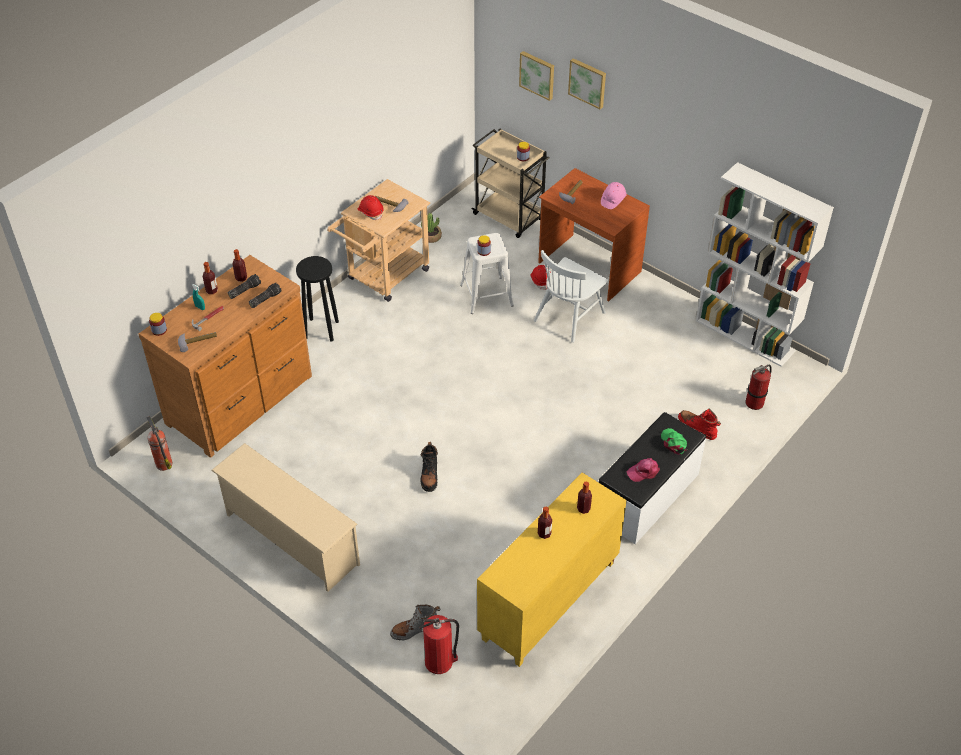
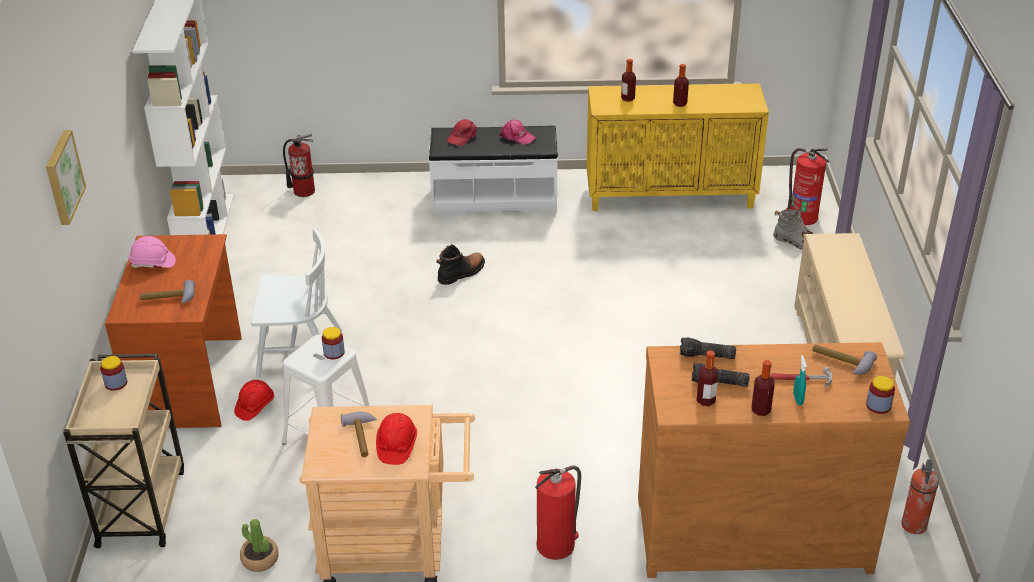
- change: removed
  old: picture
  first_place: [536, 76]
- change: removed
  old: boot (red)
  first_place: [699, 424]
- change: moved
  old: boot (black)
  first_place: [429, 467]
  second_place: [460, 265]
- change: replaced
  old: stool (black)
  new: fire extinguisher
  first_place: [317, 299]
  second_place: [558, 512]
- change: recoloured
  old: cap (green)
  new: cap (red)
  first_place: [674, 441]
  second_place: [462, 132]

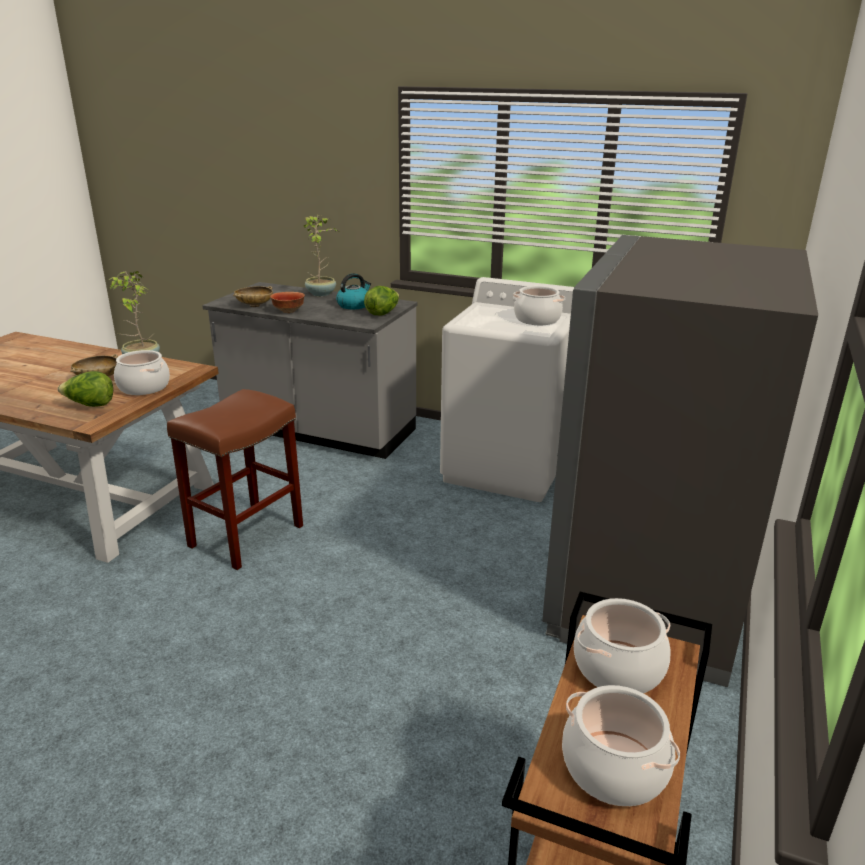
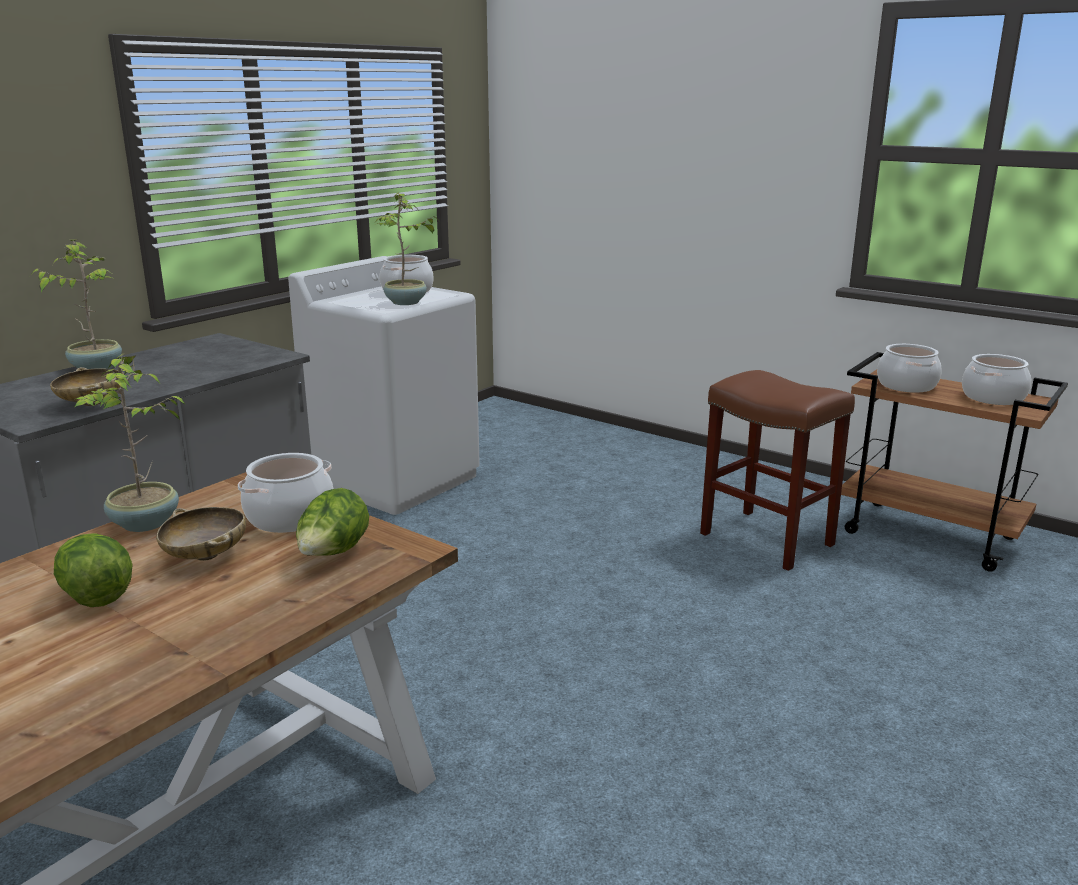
- change: removed
  old: bowl
  first_place: [287, 302]
- change: removed
  old: kettle
  first_place: [353, 291]
- change: removed
  old: fridge (grey)
  first_place: [680, 461]
- change: added
  new: potted plant
  second_place: [407, 249]
- change: moved
  old: stool (brown)
  first_place: [235, 479]
  second_place: [777, 470]
- change: moved
  old: lettuce
  first_place: [381, 301]
  second_place: [93, 570]

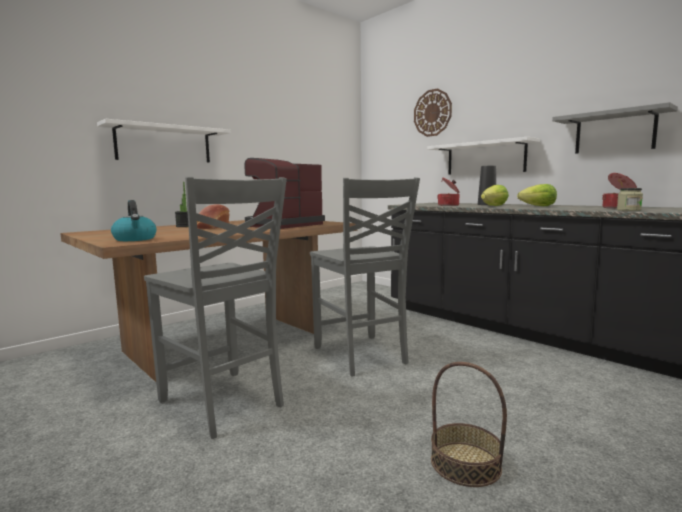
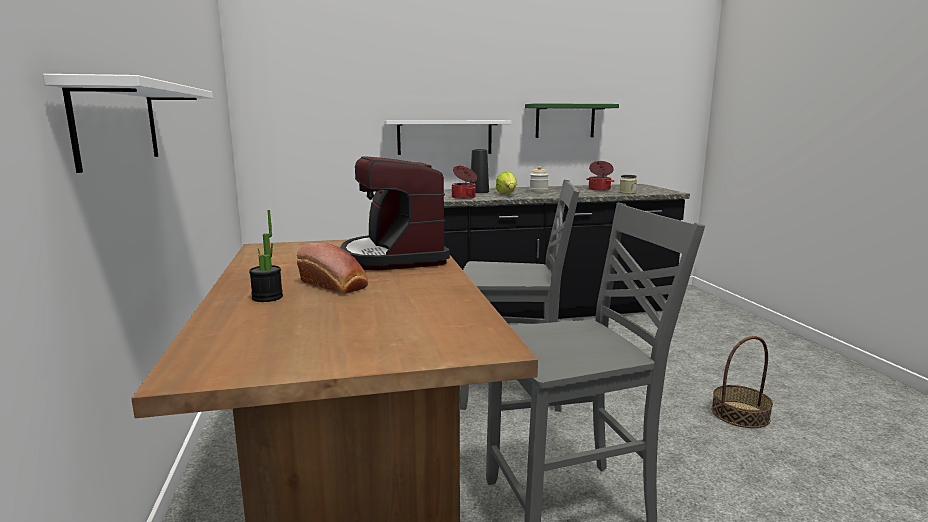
- change: removed
  old: kettle
  first_place: [133, 220]
- change: removed
  old: wall clock
  first_place: [433, 112]
- change: replaced
  old: lettuce
  new: jar
  first_place: [537, 195]
  second_place: [539, 179]
- change: recoloured
  old: shelf (grey)
  new: shelf (green)
  first_place: [615, 128]
  second_place: [572, 120]

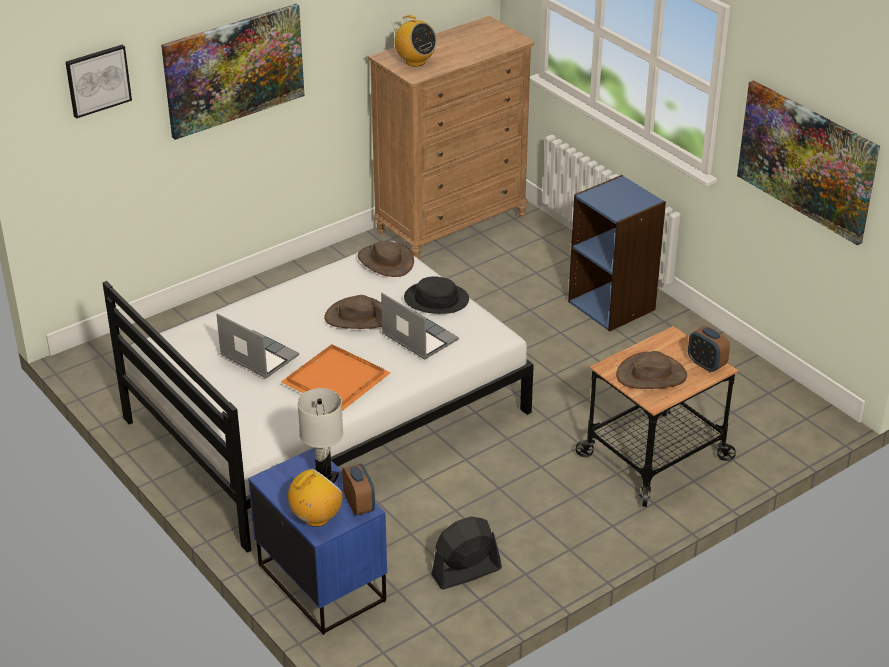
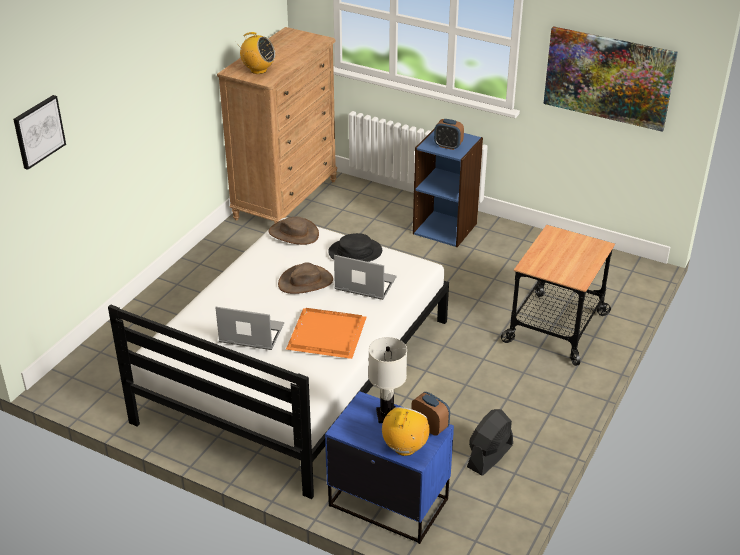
- change: removed
  old: picture
  first_place: [232, 72]
- change: removed
  old: hat (brown)
  first_place: [651, 370]
- change: moved
  old: alarm clock
  first_place: [709, 349]
  second_place: [449, 134]

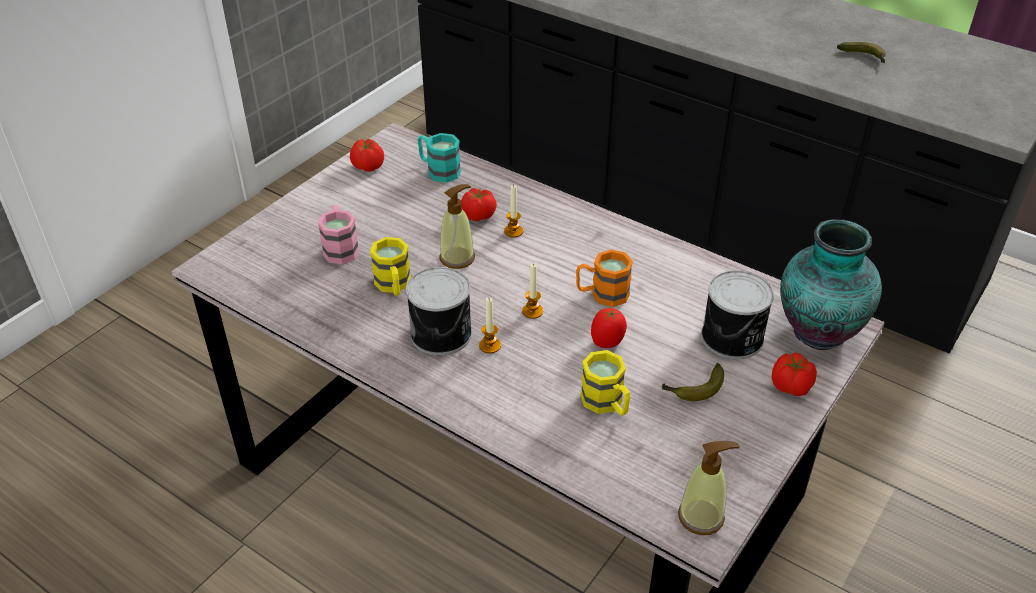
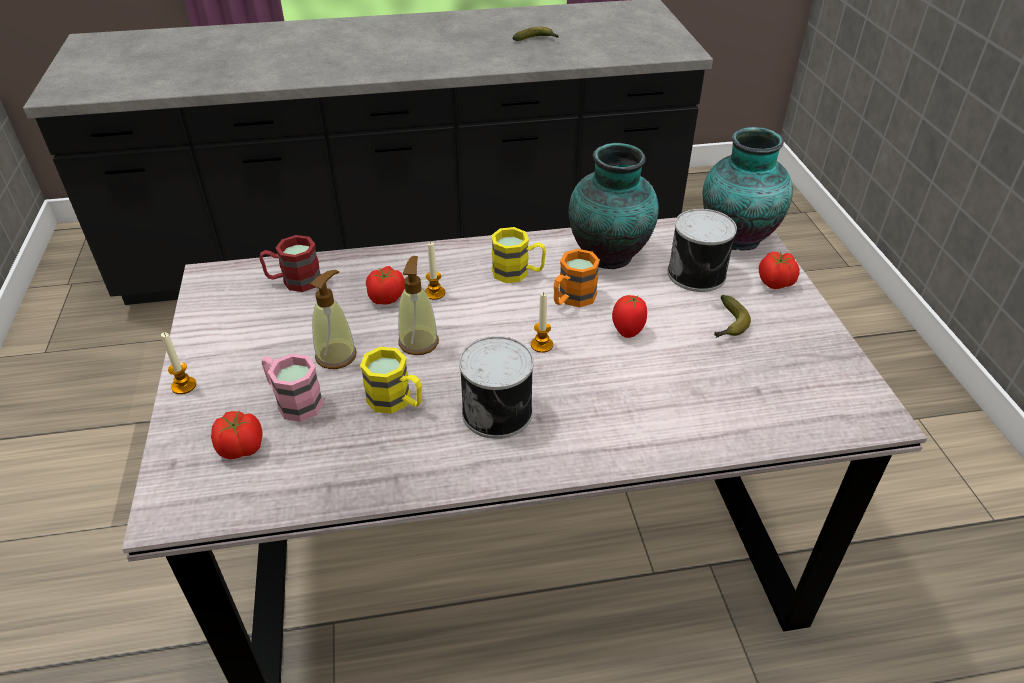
- change: added
  new: vase
  second_place: [613, 206]
- change: moved
  old: tomato
  first_place: [367, 155]
  second_place: [237, 435]
- change: moved
  old: candle
  first_place: [490, 325]
  second_place: [178, 363]
- change: moved
  old: mug (yellow)
  first_place: [605, 383]
  second_place: [518, 255]
- change: moved
  old: soap dispenser
  first_place: [709, 488]
  second_place: [333, 319]
- change: recoloured
  old: mug (turquoise)
  new: mug (red)
  first_place: [439, 158]
  second_place: [290, 263]

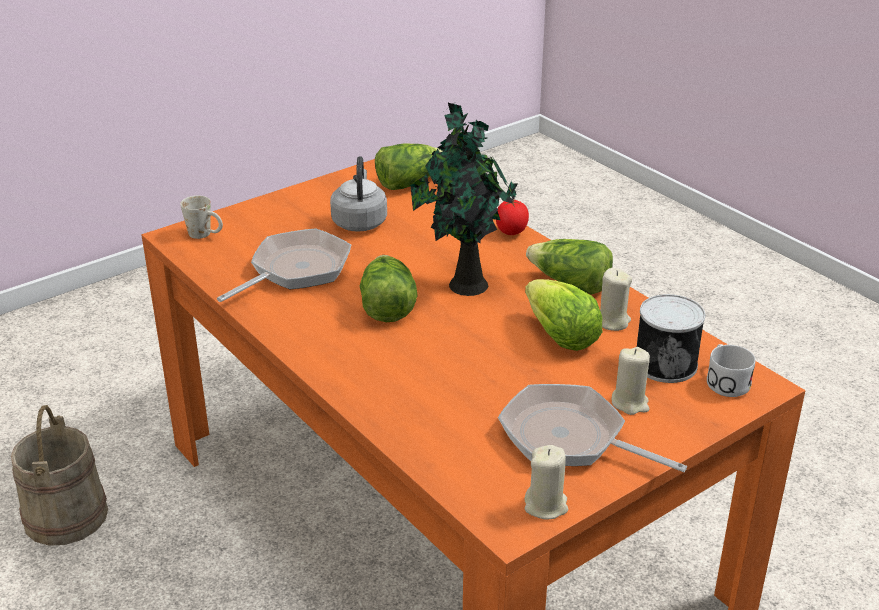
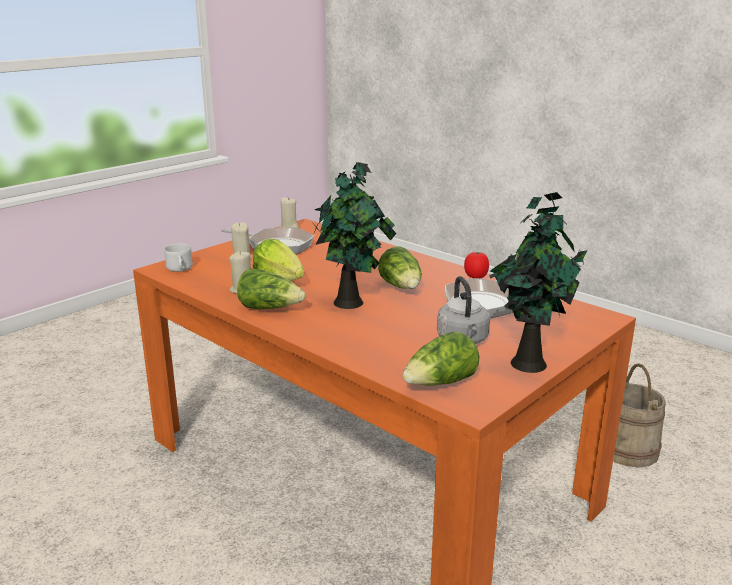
- change: removed
  old: mug (white)
  first_place: [201, 217]
- change: removed
  old: can
  first_place: [671, 338]
- change: added
  new: potted plant
  second_place: [538, 282]
- change: moved
  old: tomato
  first_place: [512, 217]
  second_place: [476, 265]

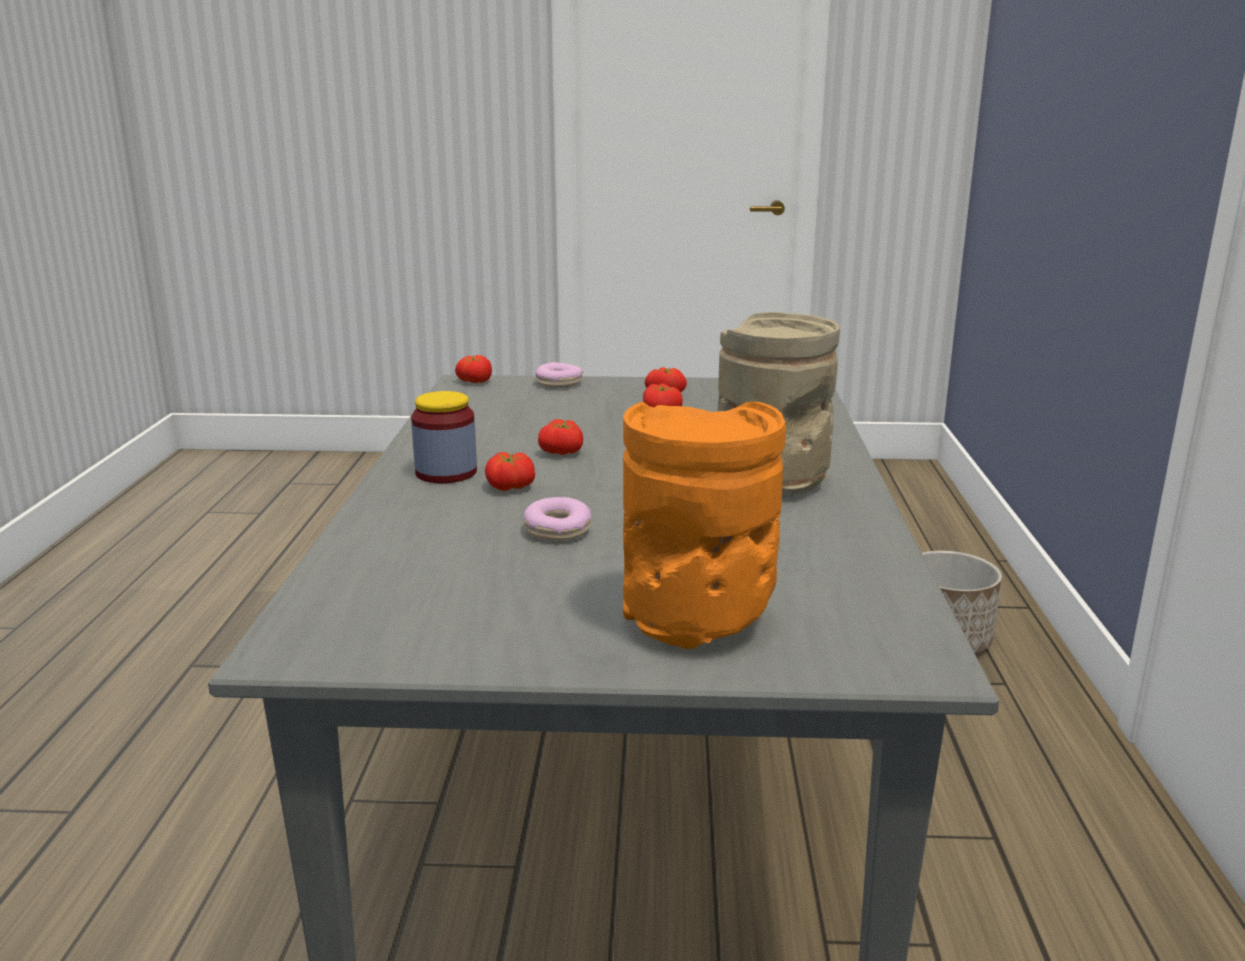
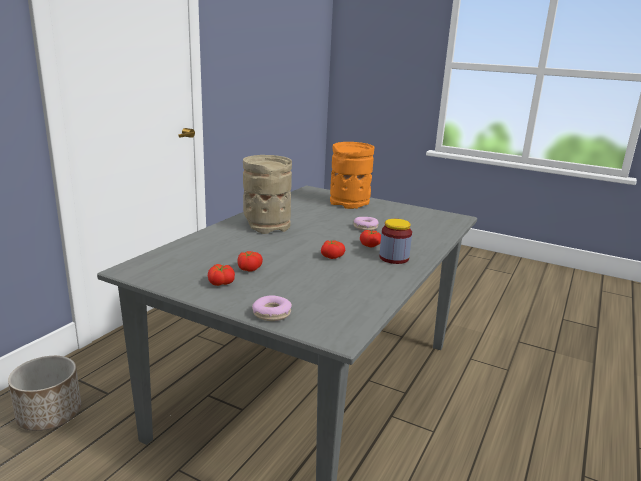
- change: removed
  old: tomato
  first_place: [473, 369]

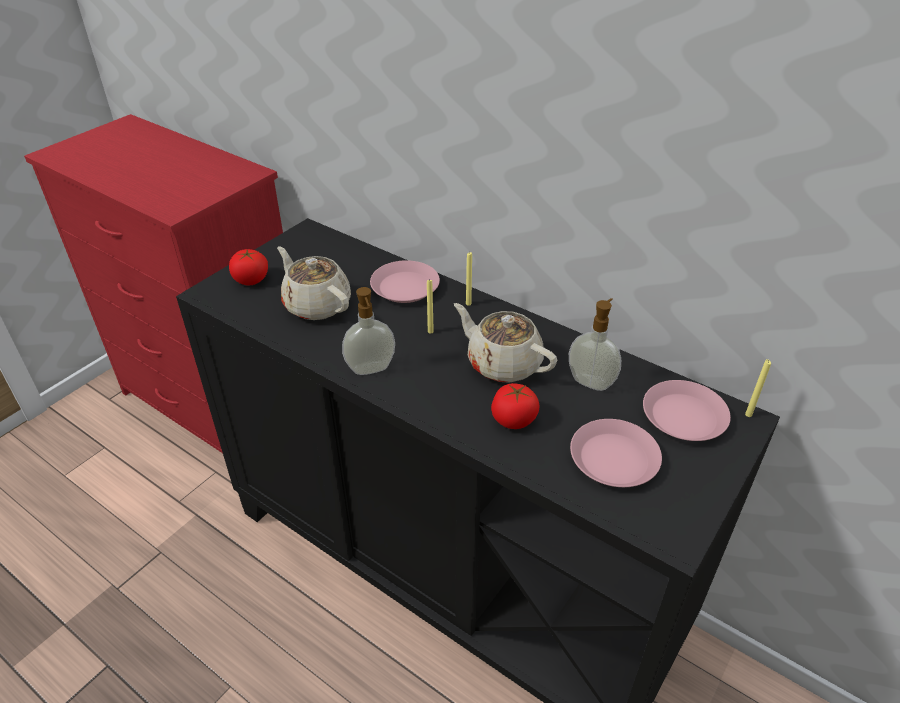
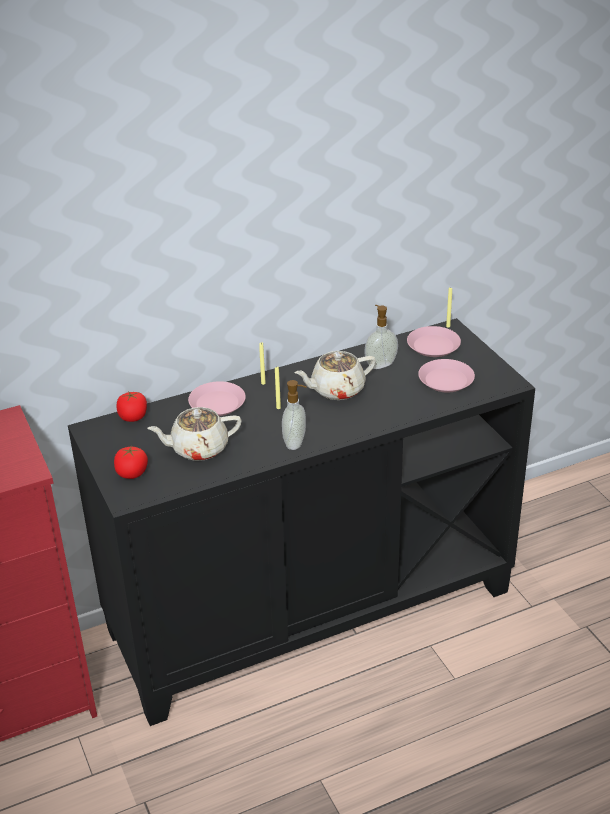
- change: moved
  old: tomato
  first_place: [515, 406]
  second_place: [132, 406]

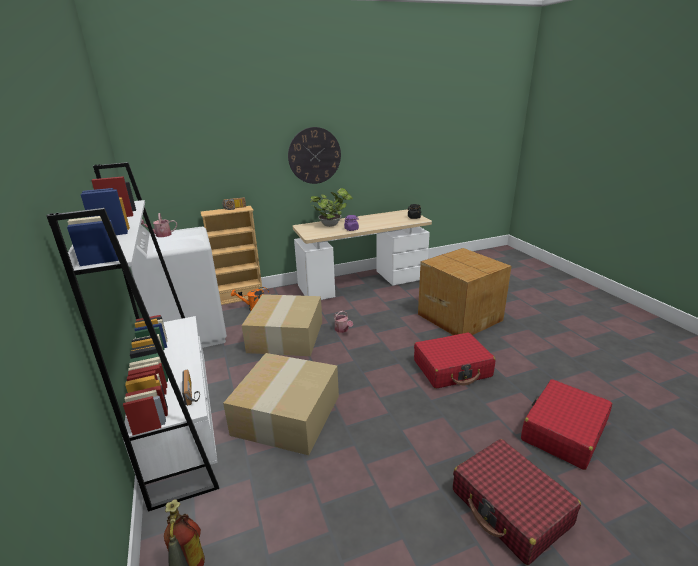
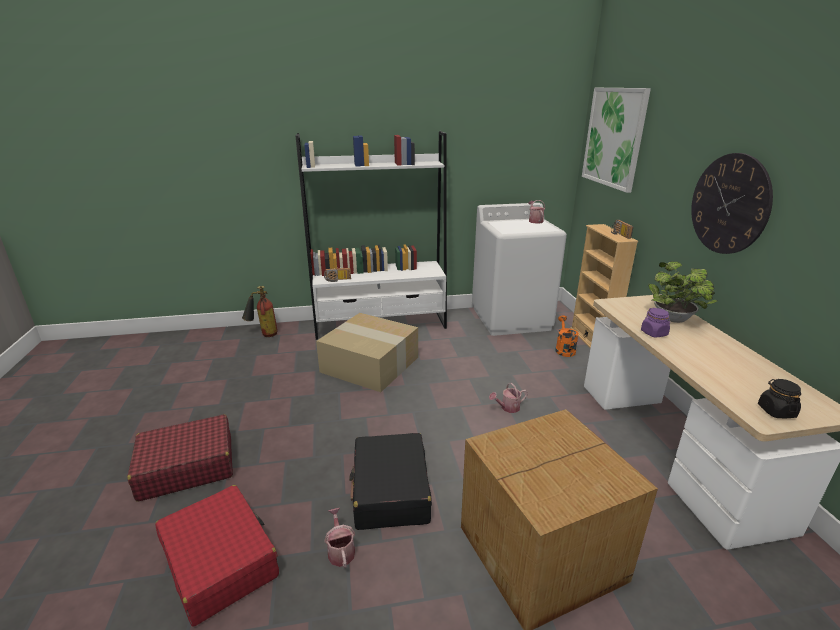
- change: removed
  old: cardboard box
  first_place: [282, 325]
- change: added
  new: watering can
  second_place: [339, 538]
- change: added
  new: picture
  second_place: [616, 140]
- change: recoloured
  old: suitcase (red)
  new: suitcase (black)
  first_place: [454, 361]
  second_place: [390, 481]

